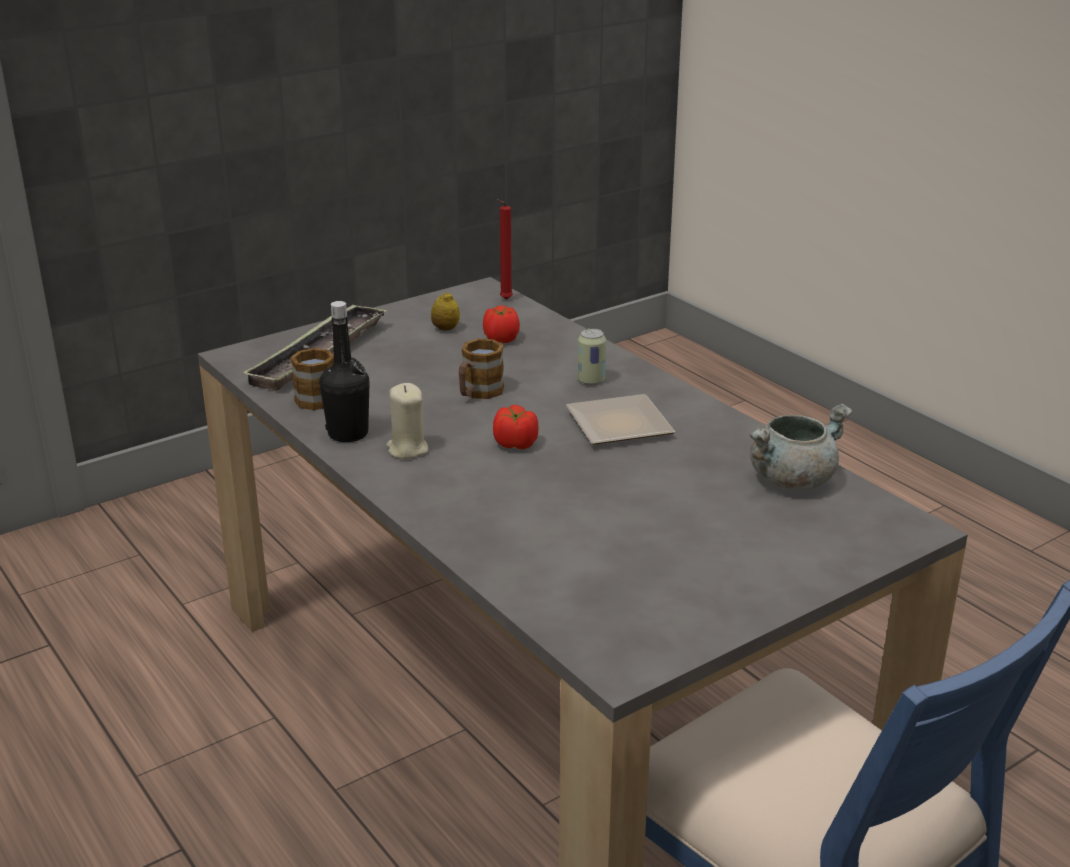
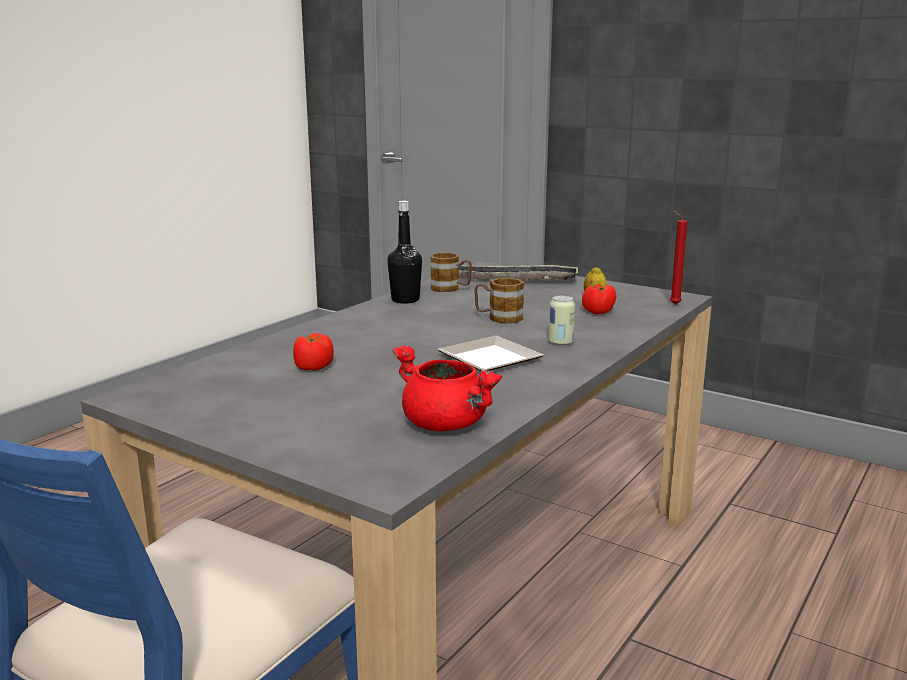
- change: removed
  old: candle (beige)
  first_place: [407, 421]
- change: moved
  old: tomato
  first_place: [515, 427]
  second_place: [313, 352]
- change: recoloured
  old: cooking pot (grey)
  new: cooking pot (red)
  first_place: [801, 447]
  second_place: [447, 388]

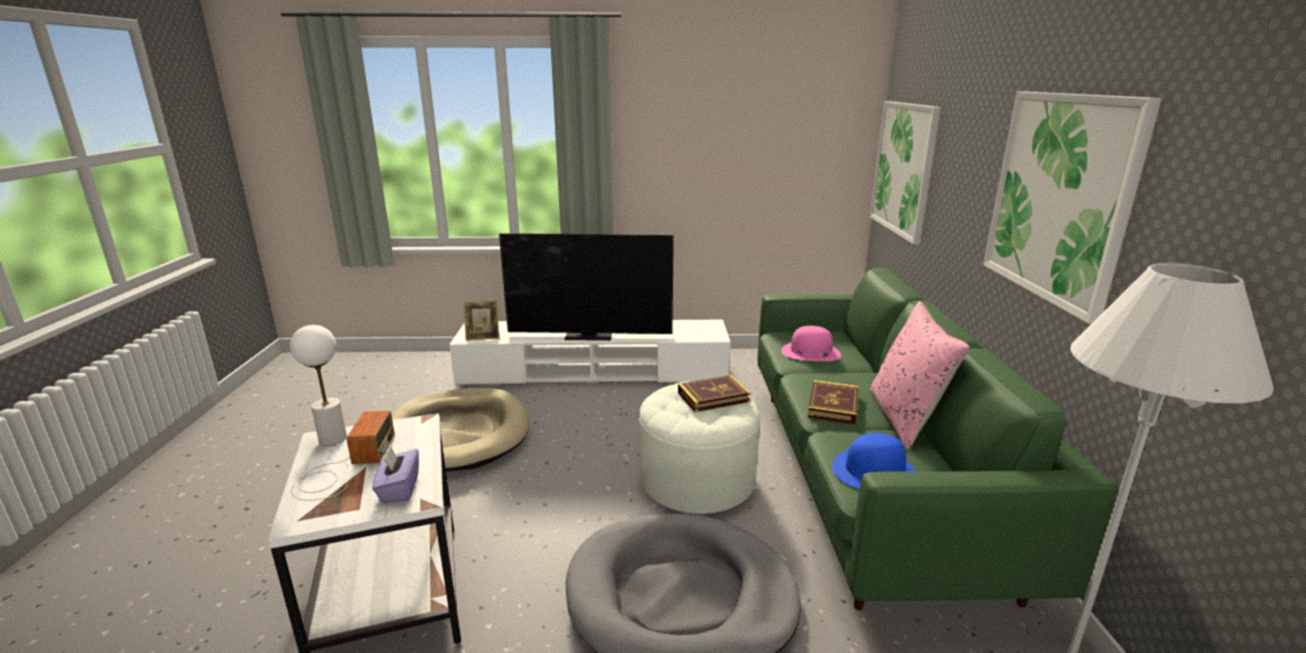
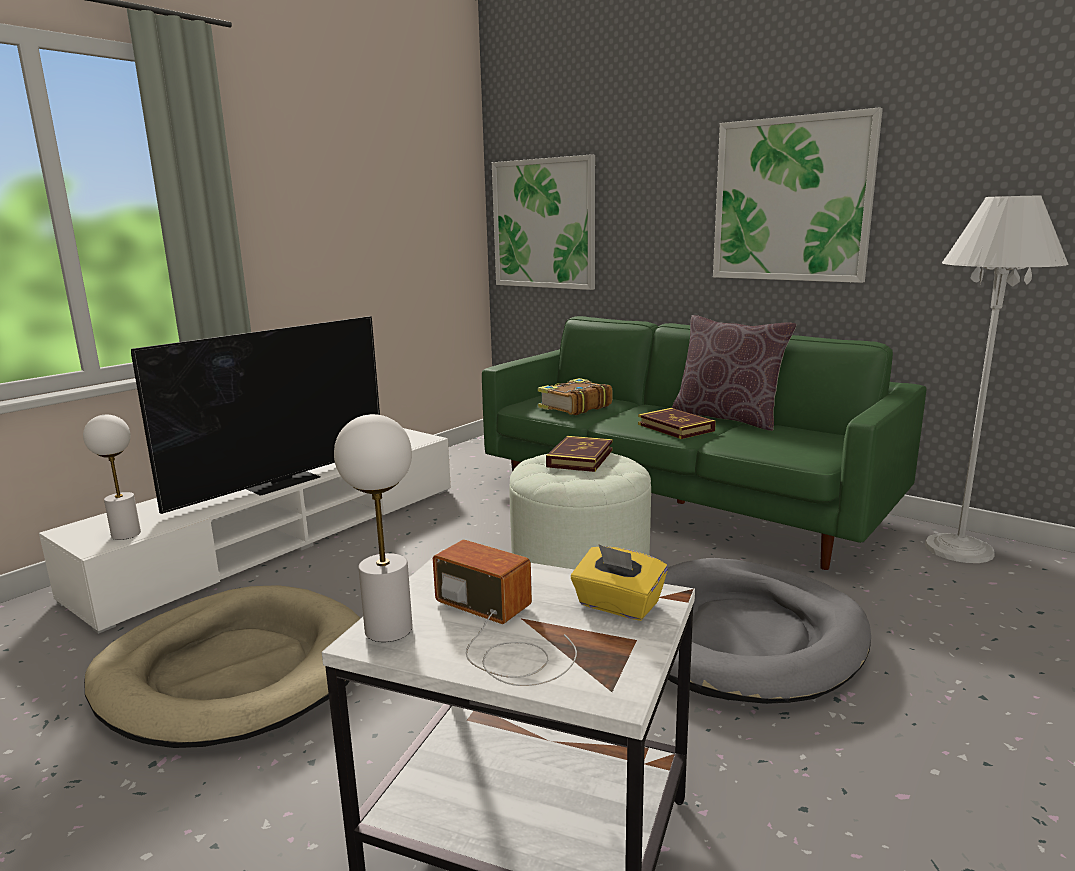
- change: removed
  old: hat (blue)
  first_place: [874, 461]
- change: replaced
  old: picture frame
  new: table lamp (white)
  first_place: [481, 320]
  second_place: [112, 477]
- change: replaced
  old: hat (pink)
  new: book
  first_place: [811, 343]
  second_place: [575, 396]
- change: recoloured
  old: tissue box (purple)
  new: tissue box (yellow)
  first_place: [395, 475]
  second_place: [619, 582]
- change: recoloured
  old: pillow (pink)
  new: pillow (brown)
  first_place: [920, 375]
  second_place: [734, 373]

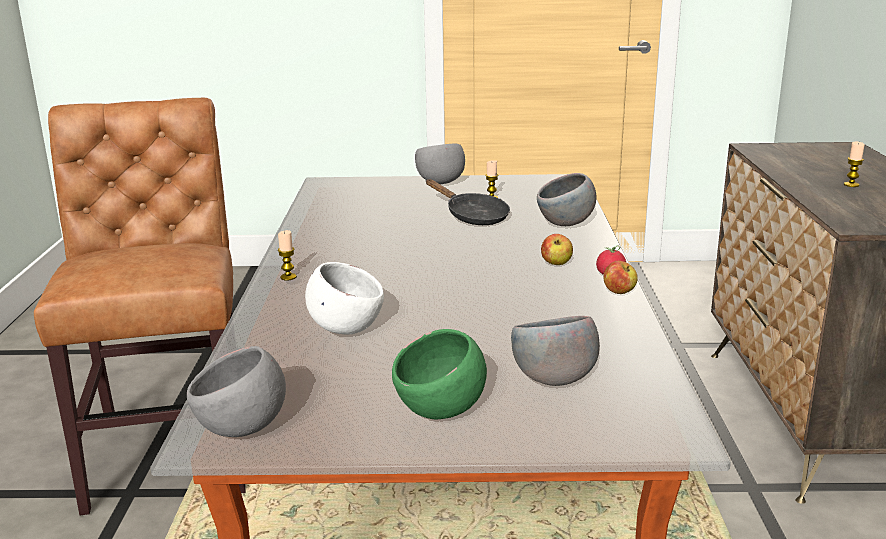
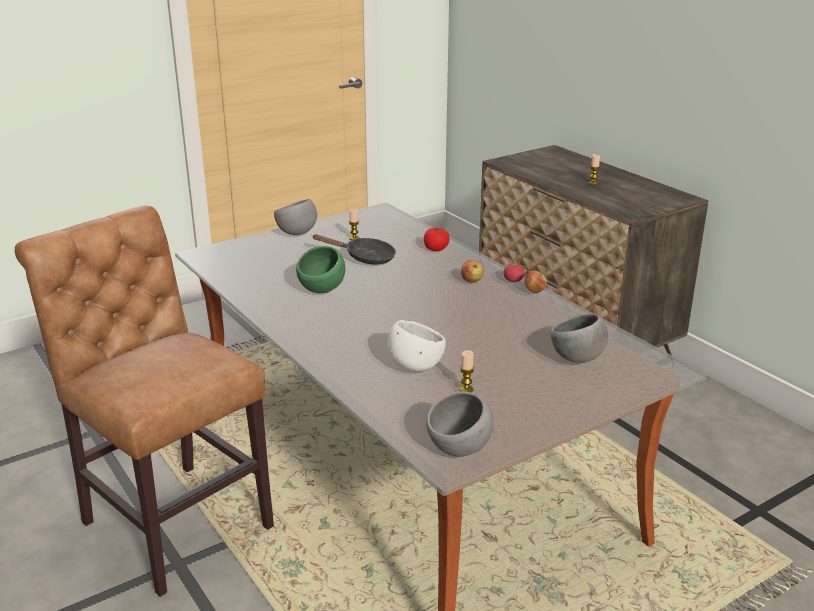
- change: moved
  old: candle
  first_place: [287, 255]
  second_place: [467, 371]
- change: moved
  old: bowl (green)
  first_place: [439, 374]
  second_place: [320, 269]
- change: replaced
  old: bowl (grey)
  new: tomato
  first_place: [567, 199]
  second_place: [437, 239]

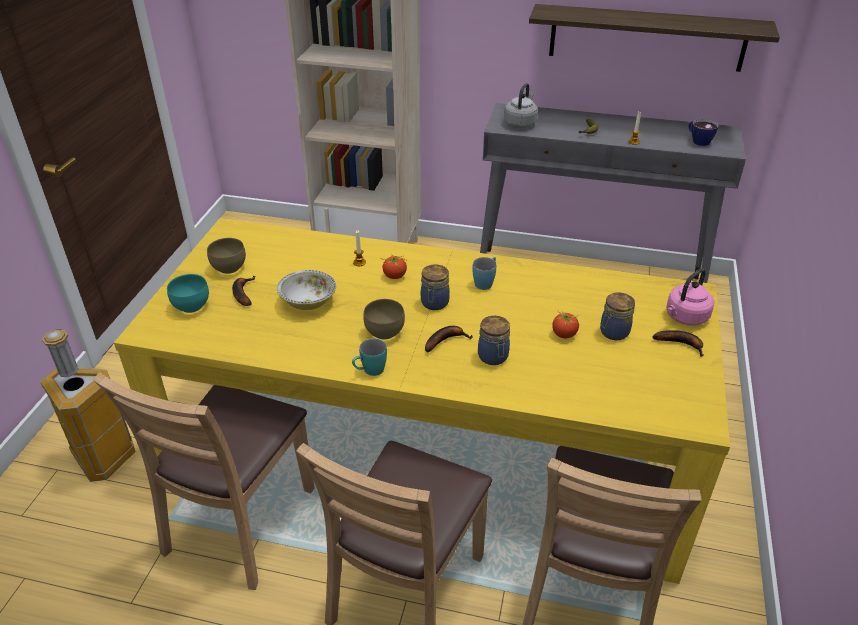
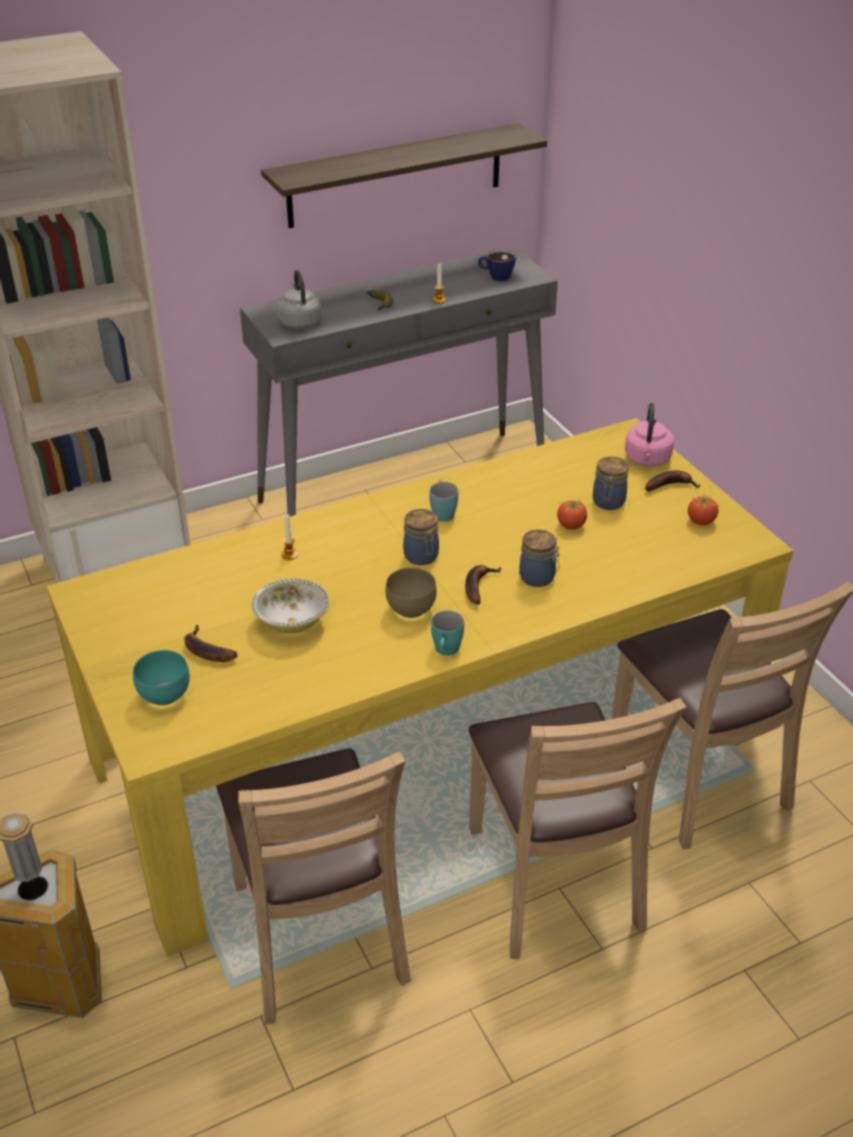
- change: removed
  old: bowl (brown)
  first_place: [226, 256]
- change: moved
  old: tomato
  first_place: [394, 267]
  second_place: [704, 508]

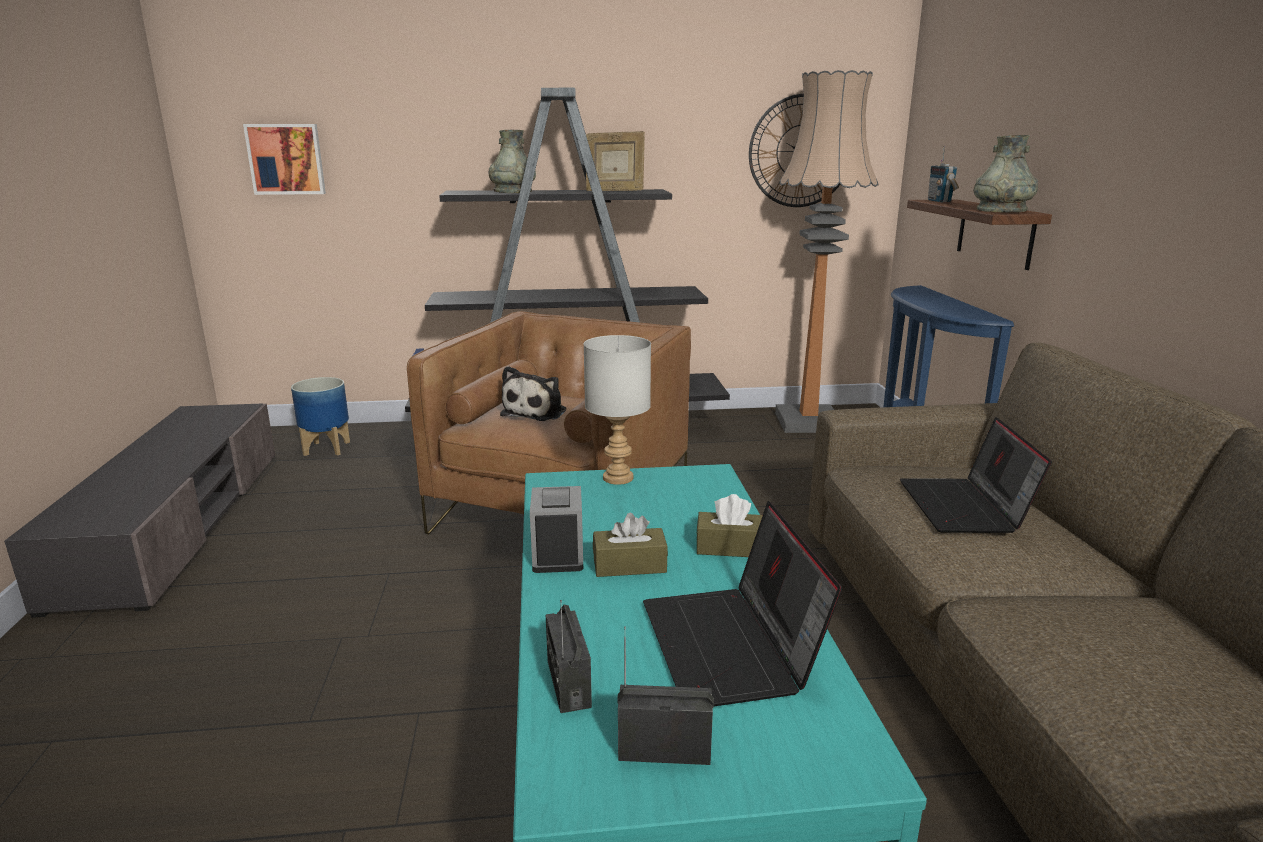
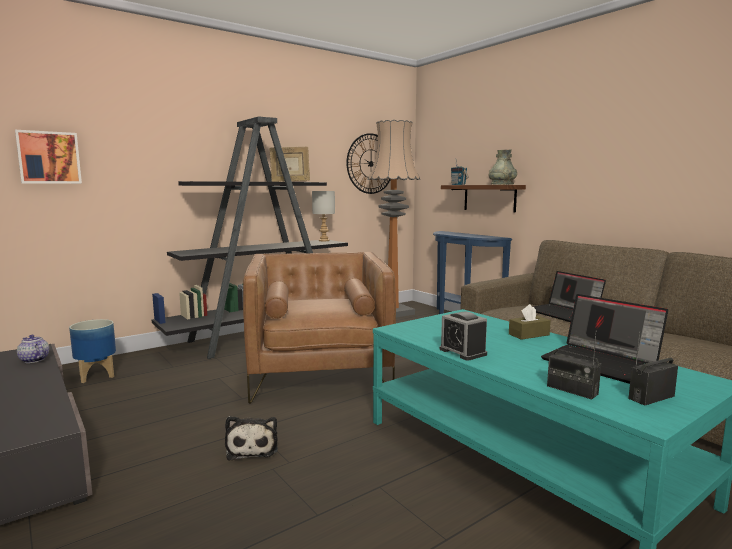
- change: removed
  old: vase (grey)
  first_place: [512, 161]
- change: removed
  old: tissue box (brown)
  first_place: [630, 545]
- change: added
  new: teapot
  second_place: [33, 349]
- change: moved
  old: plush toy
  first_place: [533, 393]
  second_place: [251, 438]
- change: moved
  old: table lamp (grey)
  first_place: [617, 410]
  second_place: [323, 216]

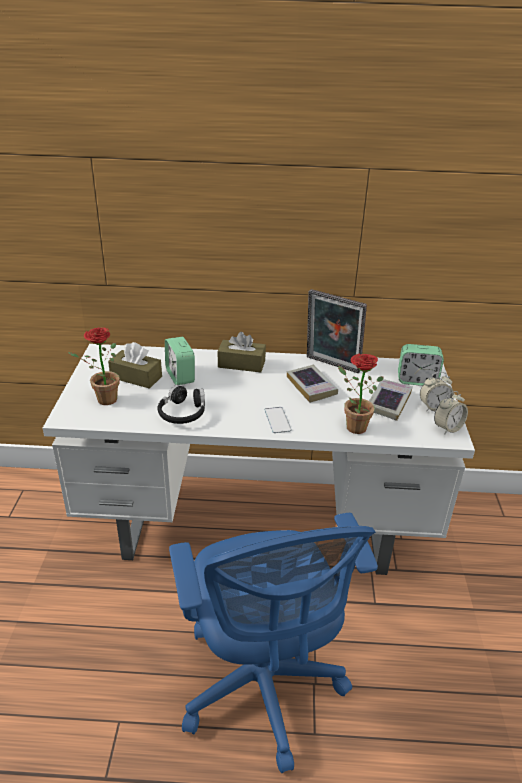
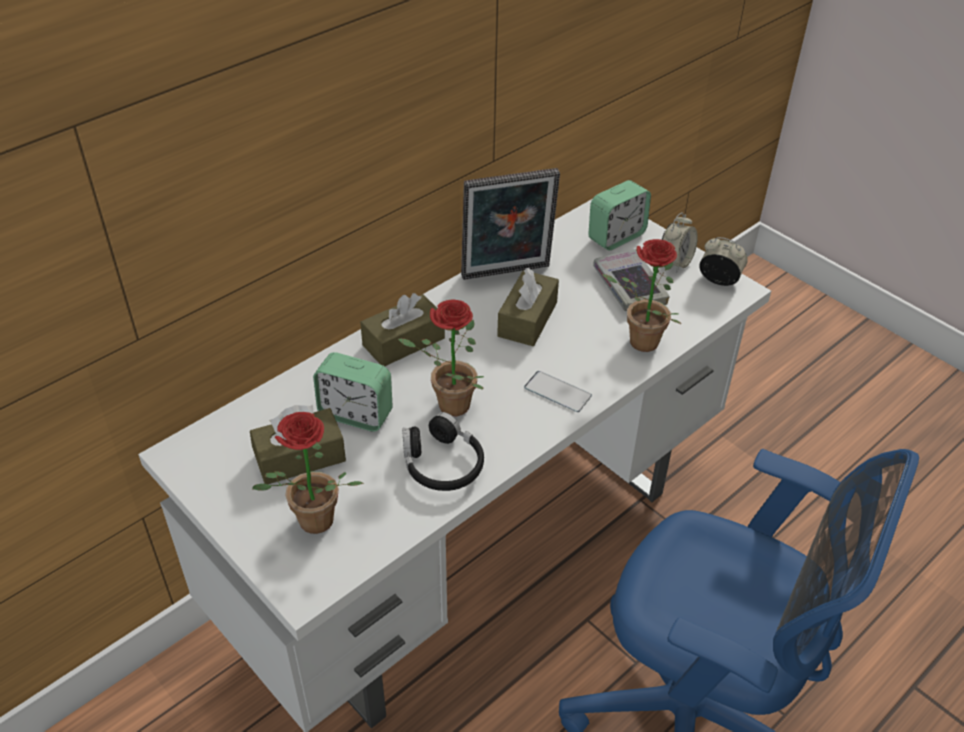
- change: added
  new: potted plant
  second_place: [441, 358]
- change: replaced
  old: book
  new: tissue box (brown)
  first_place: [312, 384]
  second_place: [528, 307]
- change: turned
  old: alarm clock
  first_place: [451, 413]
  second_place: [723, 261]
  degrees: -75

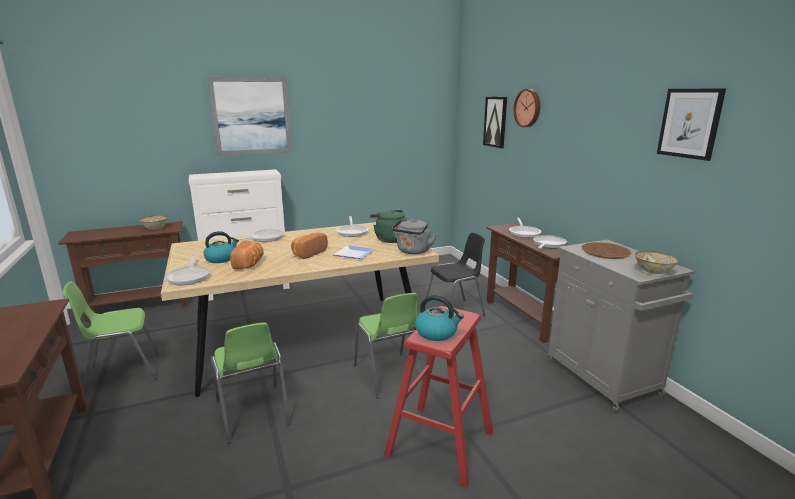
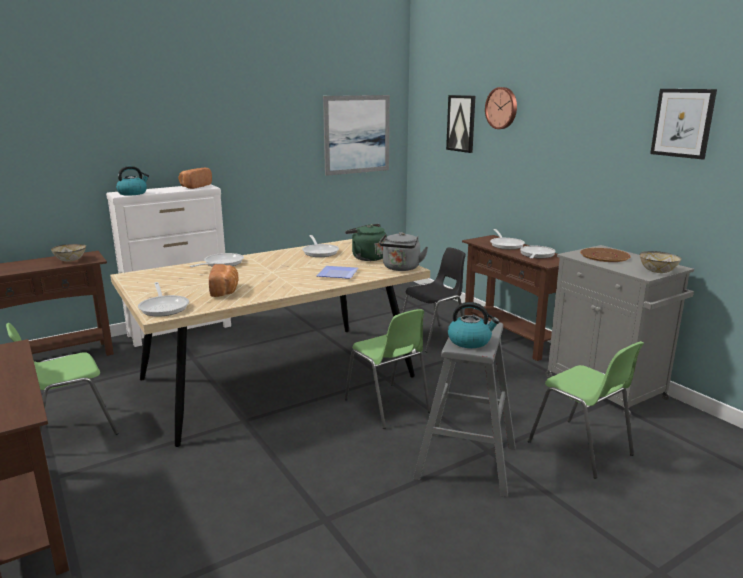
- change: moved
  old: kettle
  first_place: [221, 247]
  second_place: [132, 181]
- change: moved
  old: picture
  first_place: [249, 116]
  second_place: [356, 135]
- change: moved
  old: chair (green)
  first_place: [250, 383]
  second_place: [586, 410]
- change: moved
  old: bread
  first_place: [309, 246]
  second_place: [195, 178]
- change: recoloured
  old: stool (red)
  new: stool (grey)
  first_place: [438, 397]
  second_place: [464, 409]

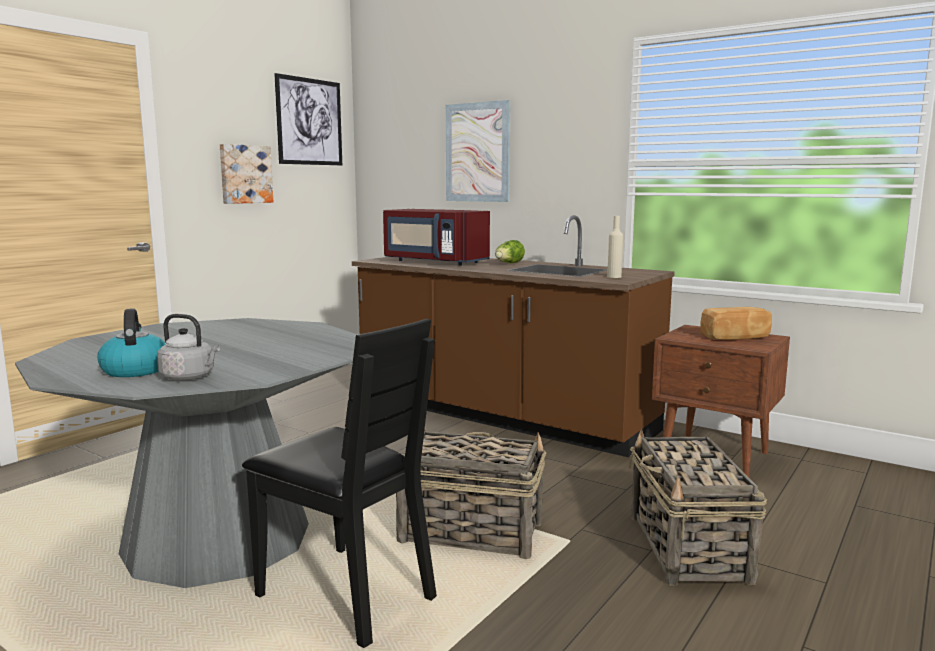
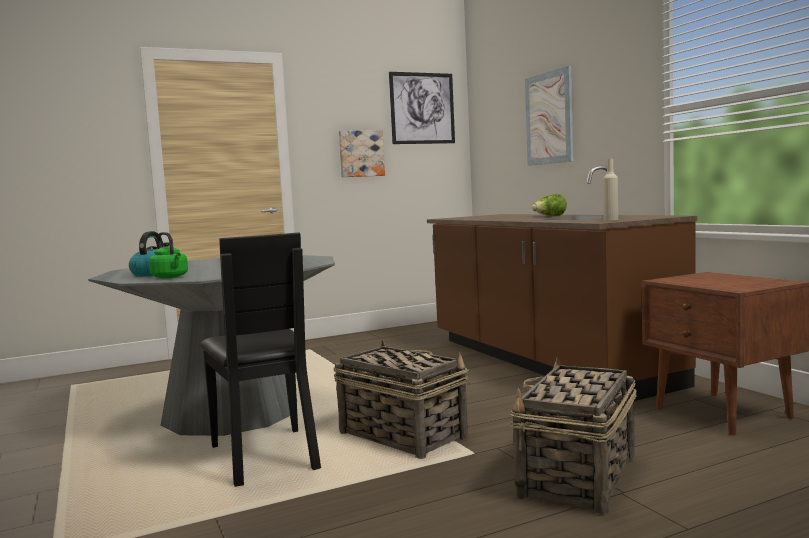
- change: removed
  old: microwave (red)
  first_place: [436, 237]
- change: removed
  old: bread
  first_place: [736, 323]
- change: recoloured
  old: kettle (grey)
  new: kettle (green)
  first_place: [188, 347]
  second_place: [168, 255]

